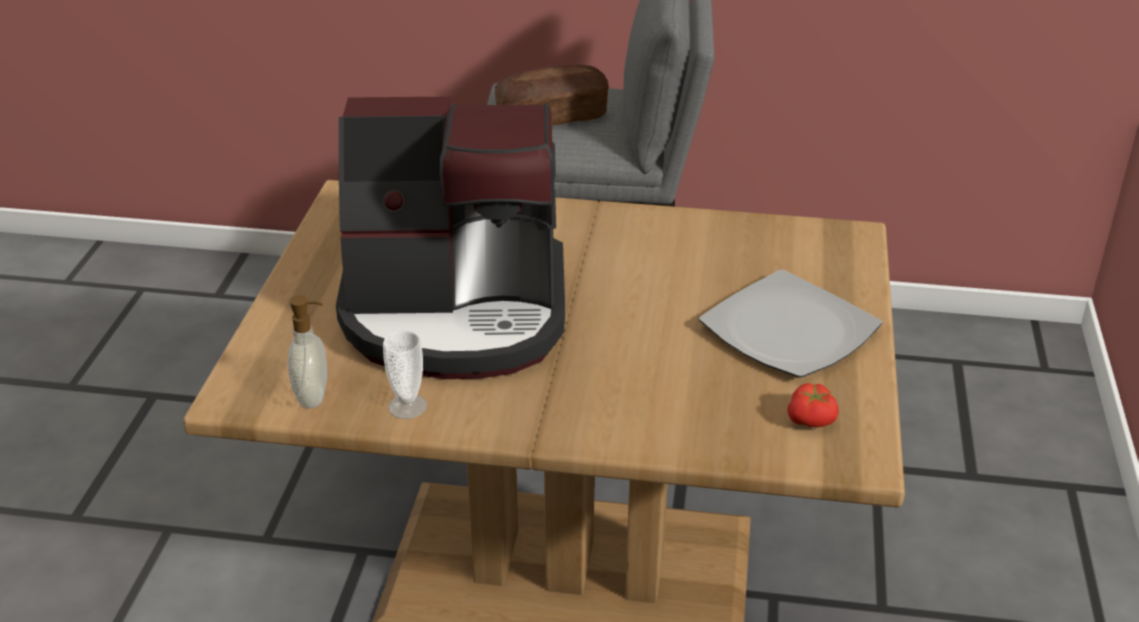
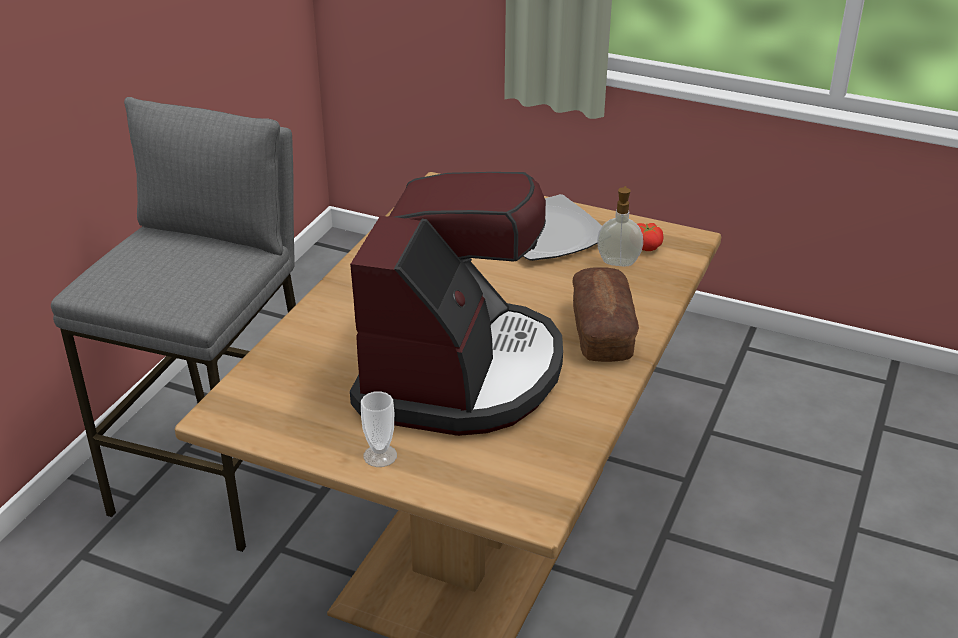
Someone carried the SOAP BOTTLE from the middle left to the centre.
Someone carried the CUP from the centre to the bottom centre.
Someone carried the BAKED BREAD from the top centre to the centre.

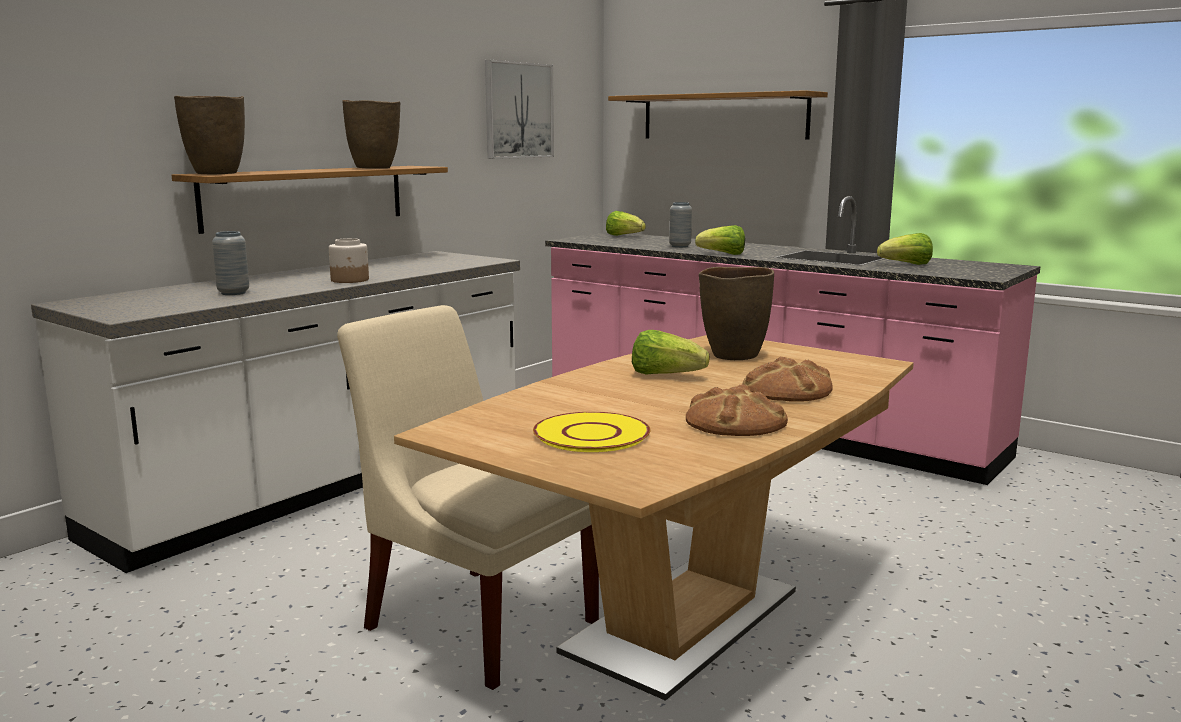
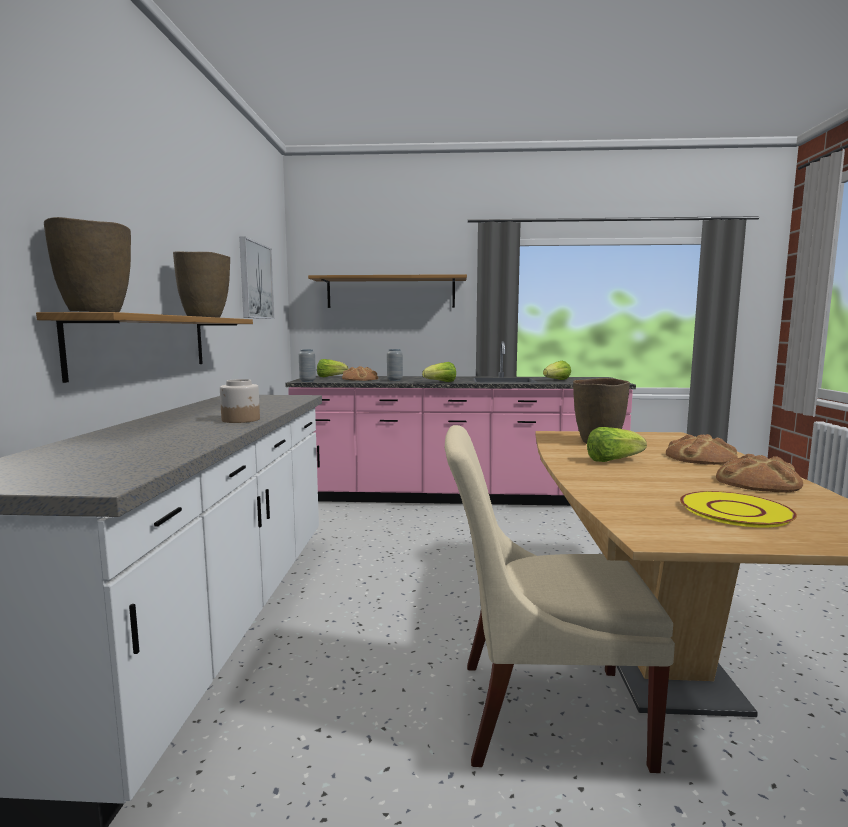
Someone carried the GRAY VASE (1st from left) from the middle left to the centre.
Someone put down the BAKED BREAD (1st from left) at the centre.

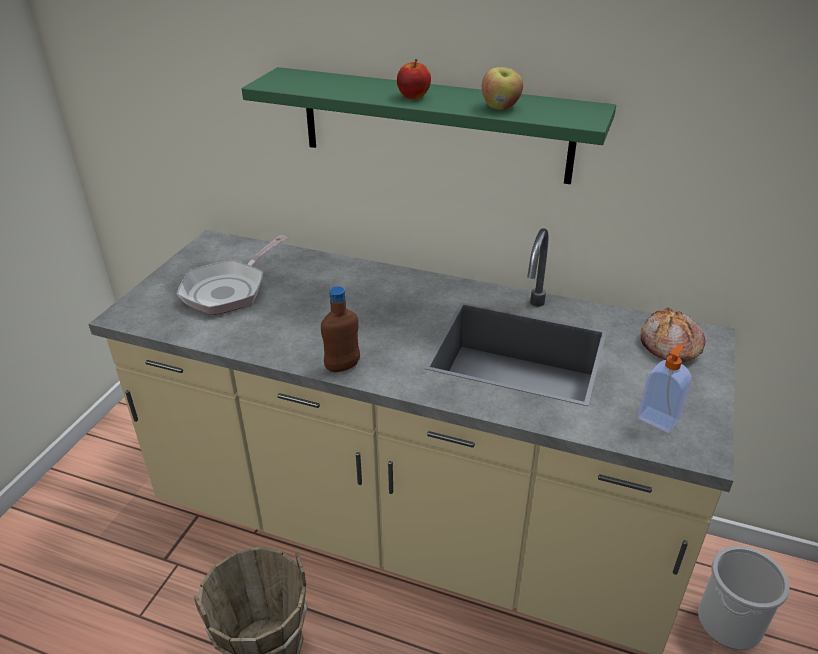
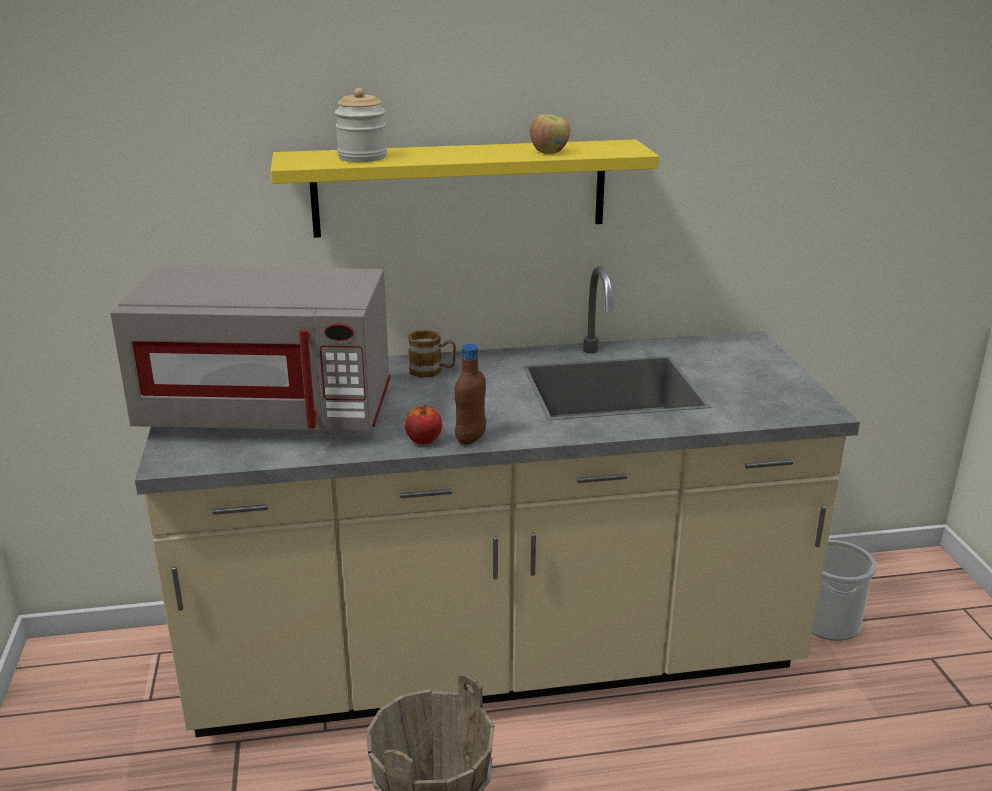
Someone swapped the PAN at the middle left for the GRAY KITCHEN MICROWAVE at the middle left.
Someone repainted the GREENISH BRACKET SHELF at the top centre, which became the YELLOW-COLOURED BRACKET SHELF at the top centre.
Someone carried the APPLE FRUIT (1st from left) from the top centre to the centre.
Someone took away the SOAP BOTTLE at the middle right.
Someone took away the BAKED BREAD at the middle right.
Someone put down the PRESERVE JAR at the top centre.
Someone put down the MUG at the centre.

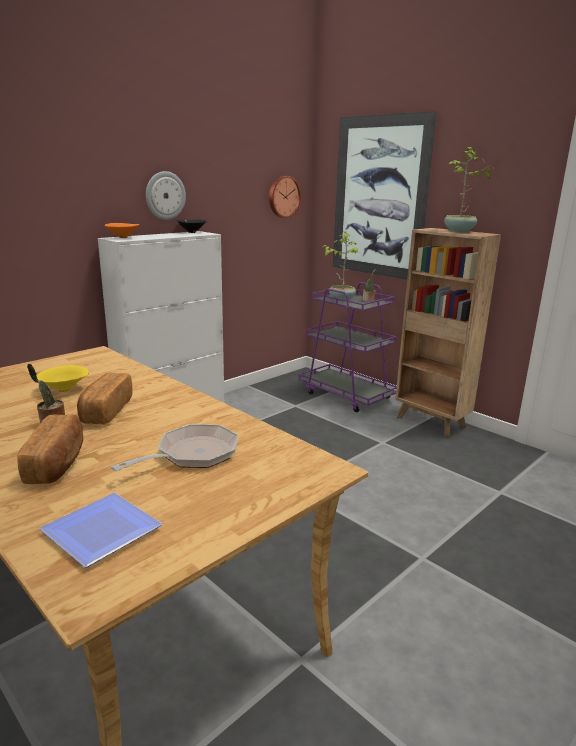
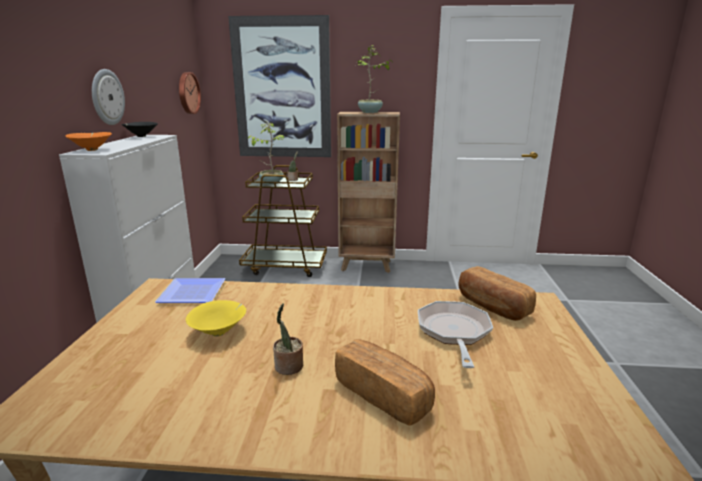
Someone carried the DINNER PLATE from the bottom left to the middle left.
Someone carried the BAKED BREAD (2nd from left) from the middle left to the middle right.
Someone repainted the PURPLE-COLOURED CART at the centre, which became the BROWN CART at the centre.

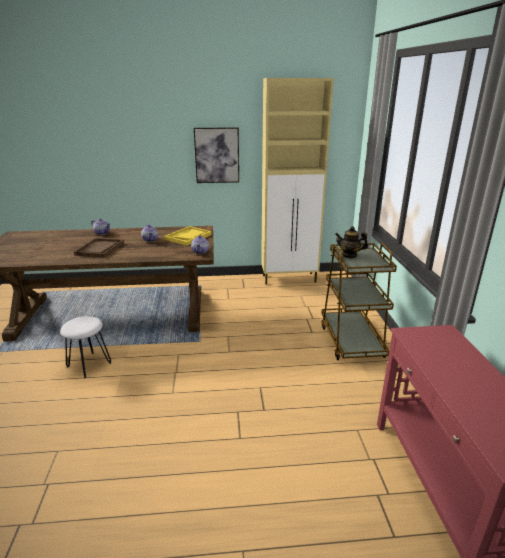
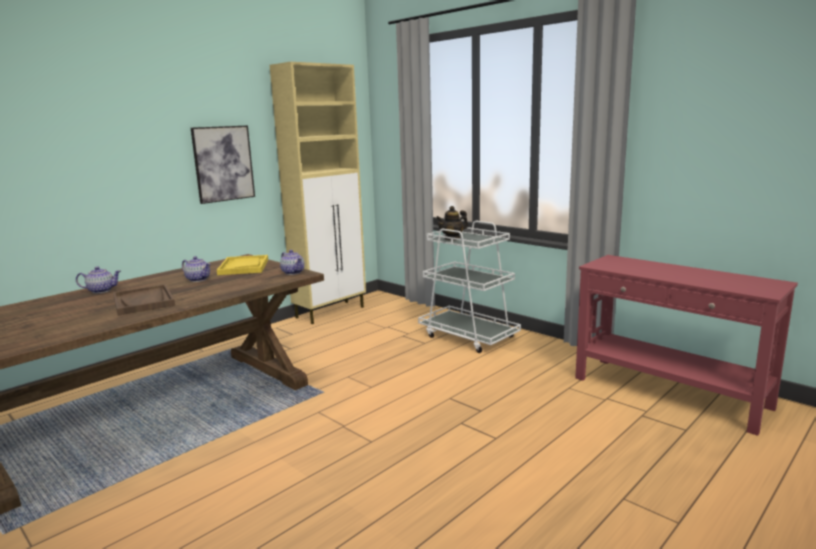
Someone took away the WHITE STOOL at the middle left.
Someone repainted the BROWN CART at the middle right, which became the WHITE CART at the centre.

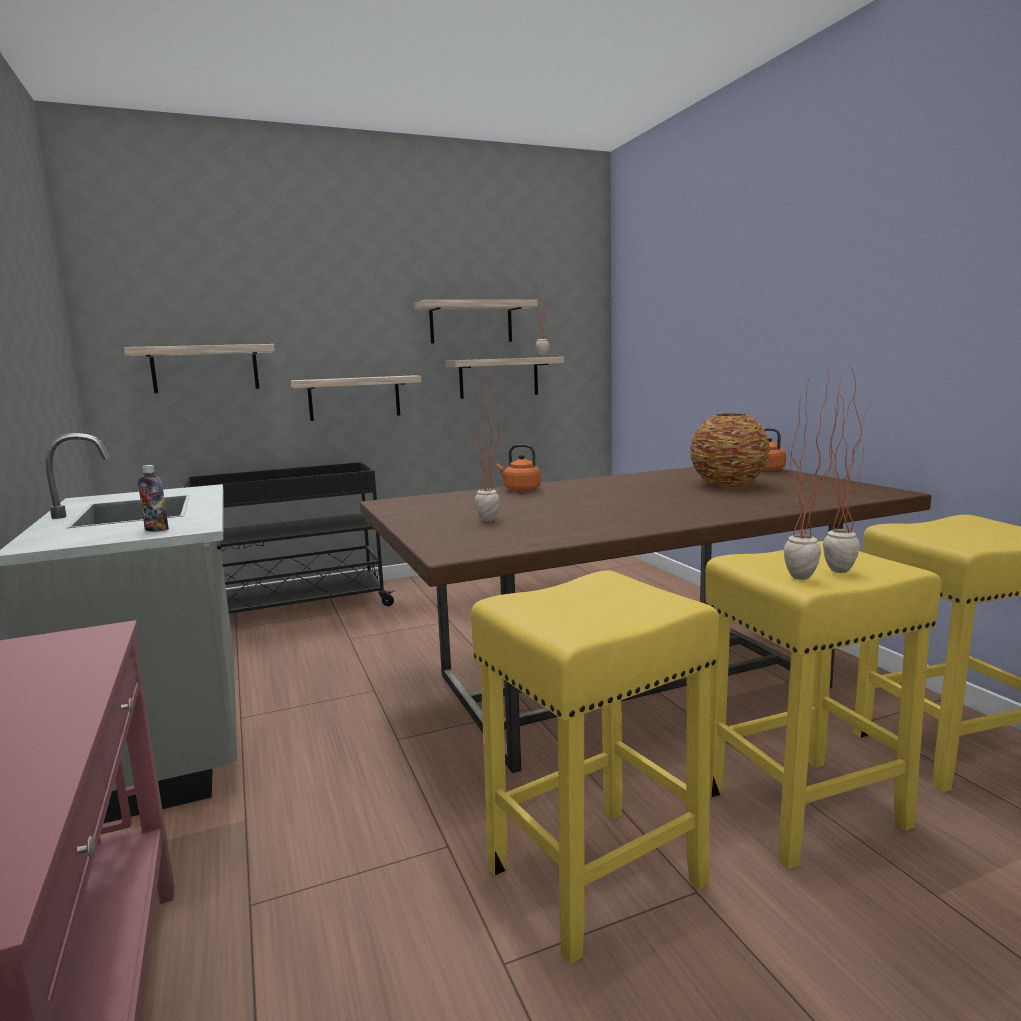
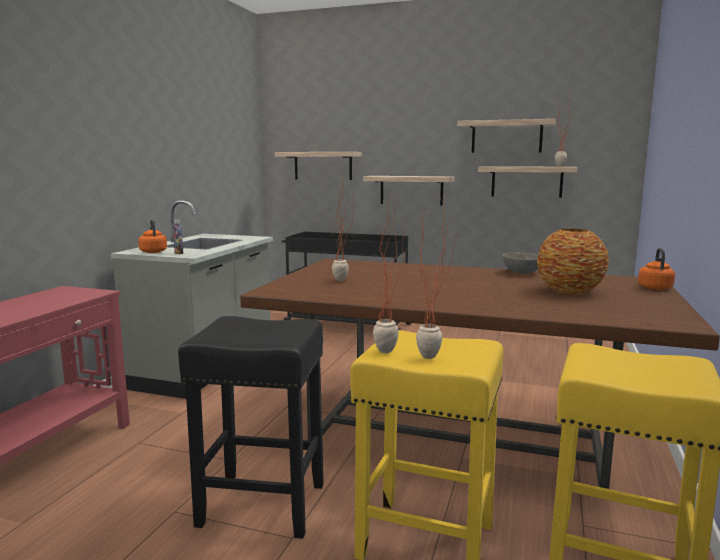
Someone repainted the YELLOW-COLOURED STOOL (1st from left) at the bottom centre, which became the BLACK STOOL at the bottom centre.
Someone carried the ORANGEY TEA KETTLE (1st from left) from the centre to the middle left.
Someone put down the GRAY DEEP DISH at the middle right.

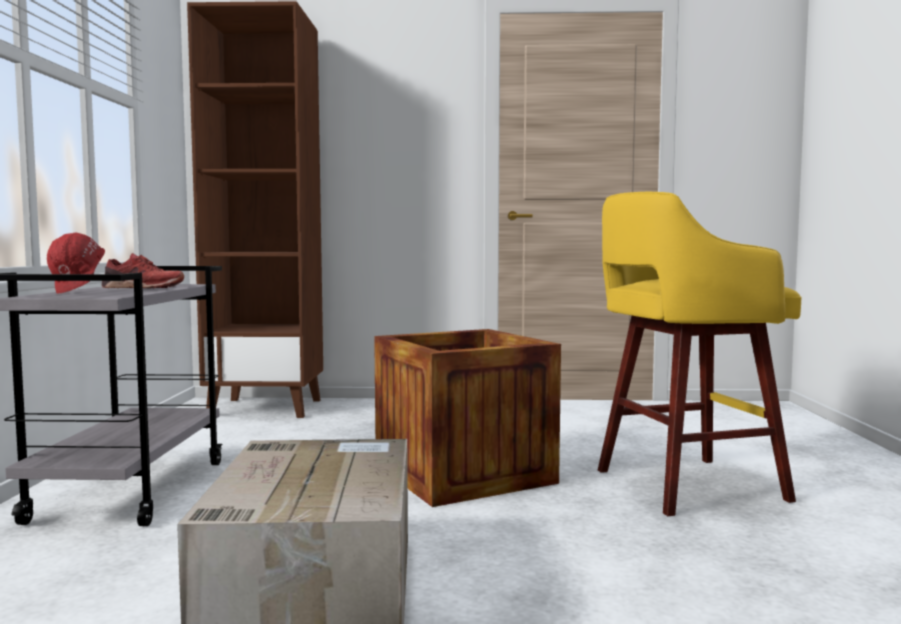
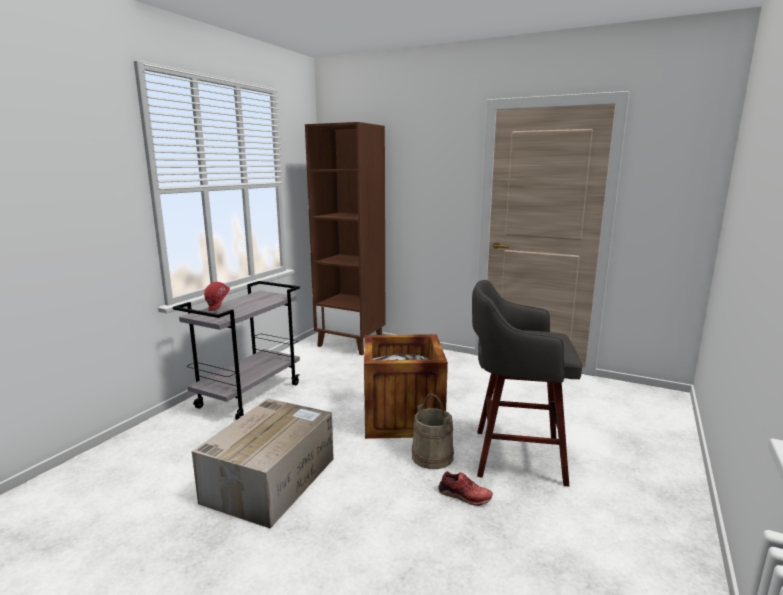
Someone carried the RED-COLOURED ITEM OF FOOTWEAR from the middle left to the bottom centre.
Someone repainted the YELLOW-COLOURED STOOL at the middle right, which became the GRAY STOOL at the middle right.
Someone put down the BEIGE-COLOURED BUCKET at the bottom centre.

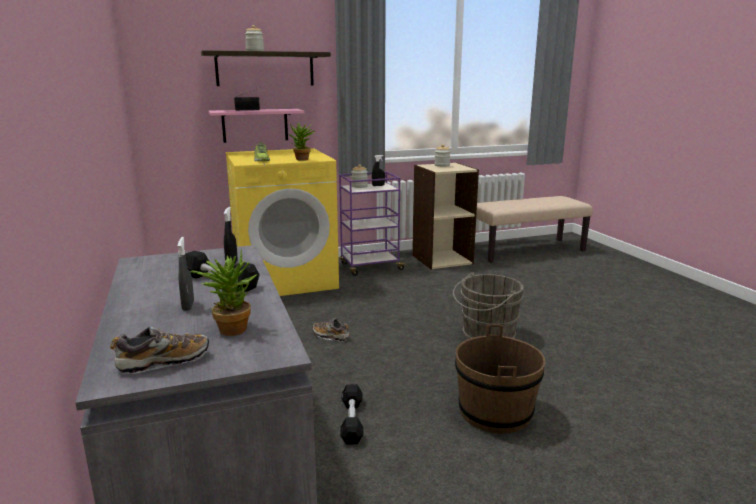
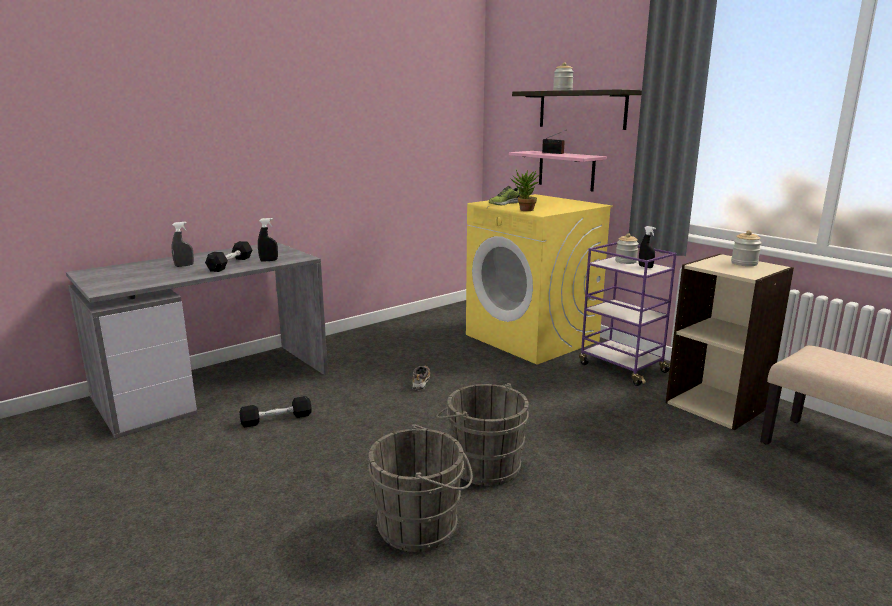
Someone took away the ITEM OF FOOTWEAR (1st from left) at the bottom left.
Someone took away the PLANT IN A POT (1st from left) at the middle left.
Someone took away the BROWN BUCKET at the bottom centre.
Someone put down the GRAY BUCKET (1st from left) at the bottom centre.

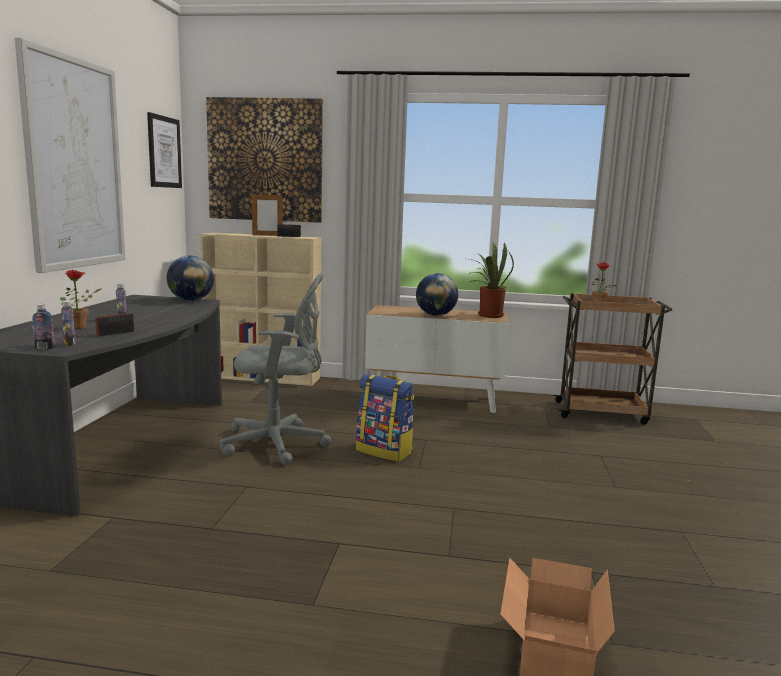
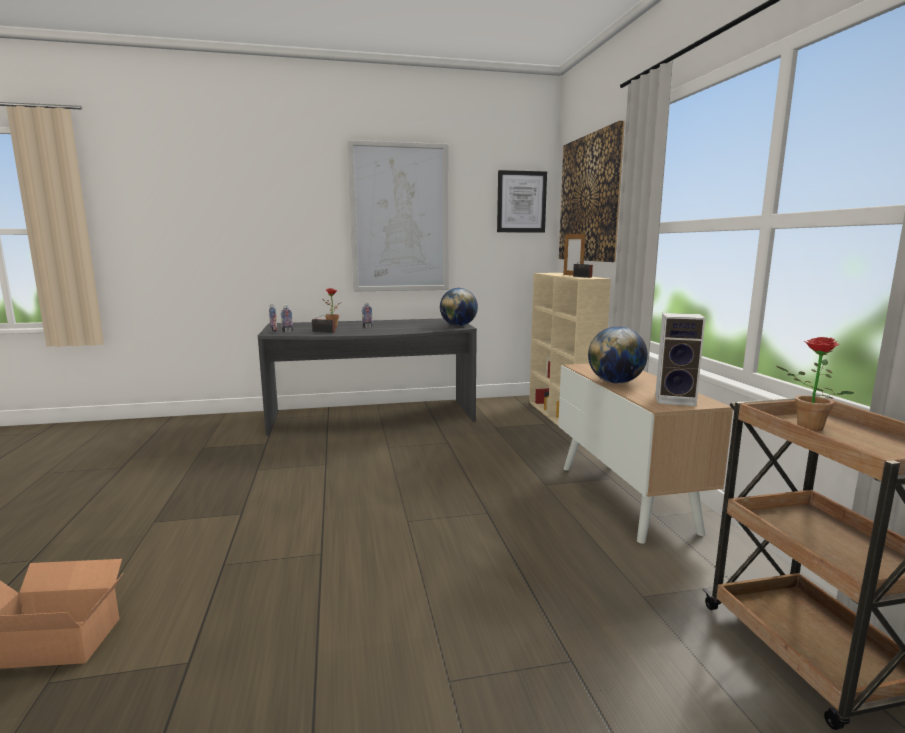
Someone took away the GRAY OFFICE CHAIR at the centre.
Someone took away the KNAPSACK at the centre.
Someone swapped the PLANT IN A POT (2nd from left) at the centre for the AUDIO SPEAKER at the middle right.

